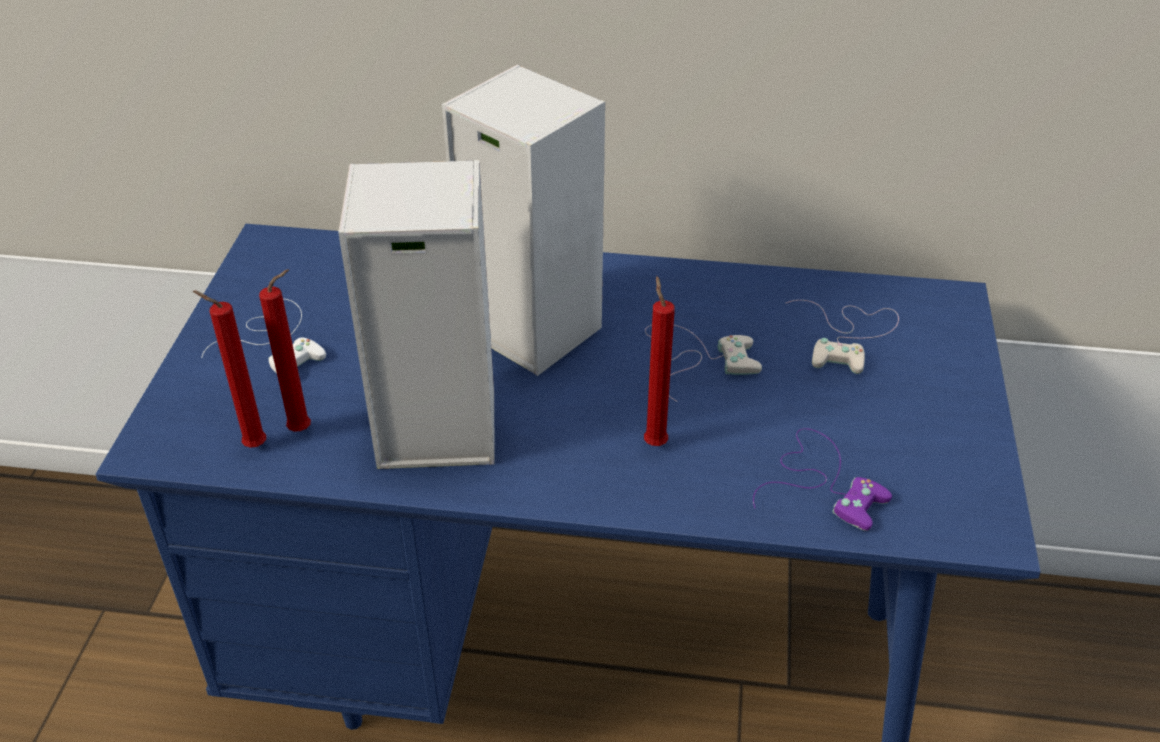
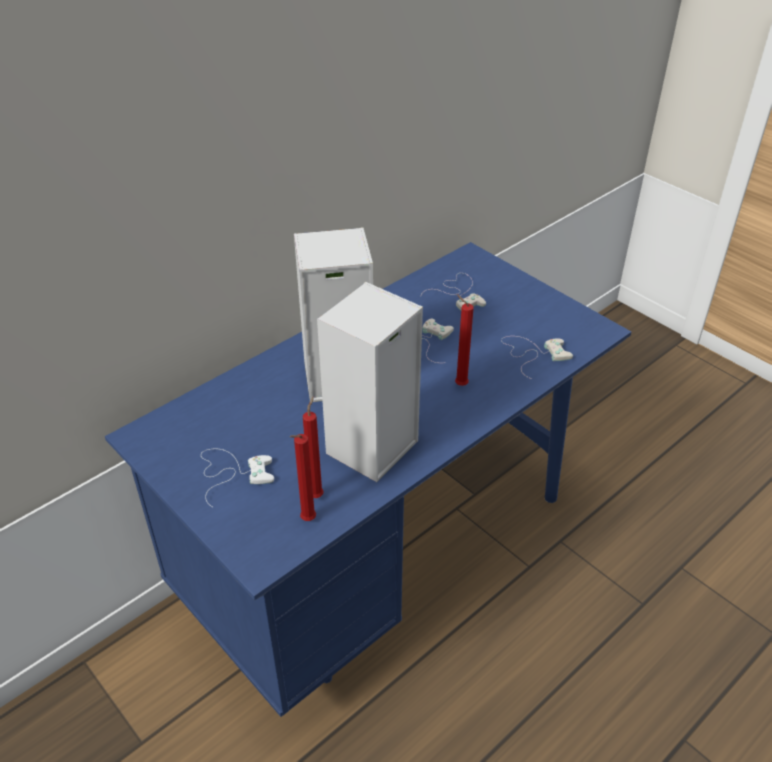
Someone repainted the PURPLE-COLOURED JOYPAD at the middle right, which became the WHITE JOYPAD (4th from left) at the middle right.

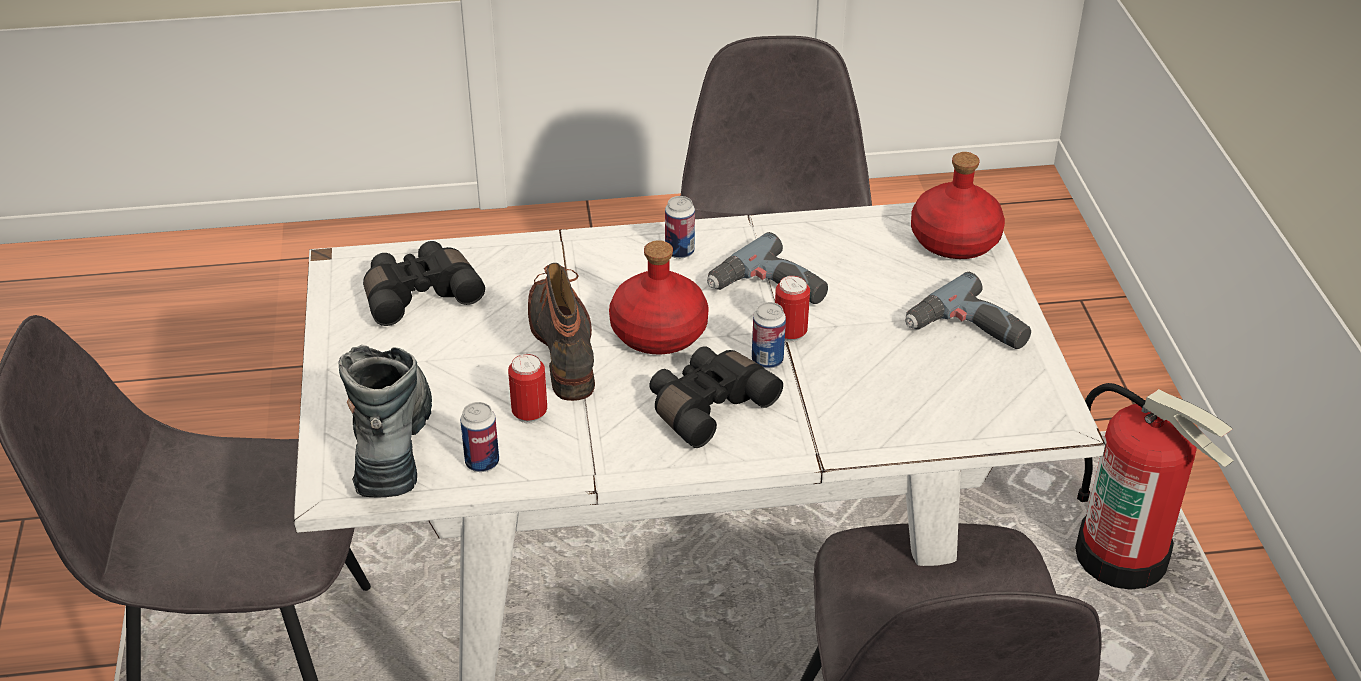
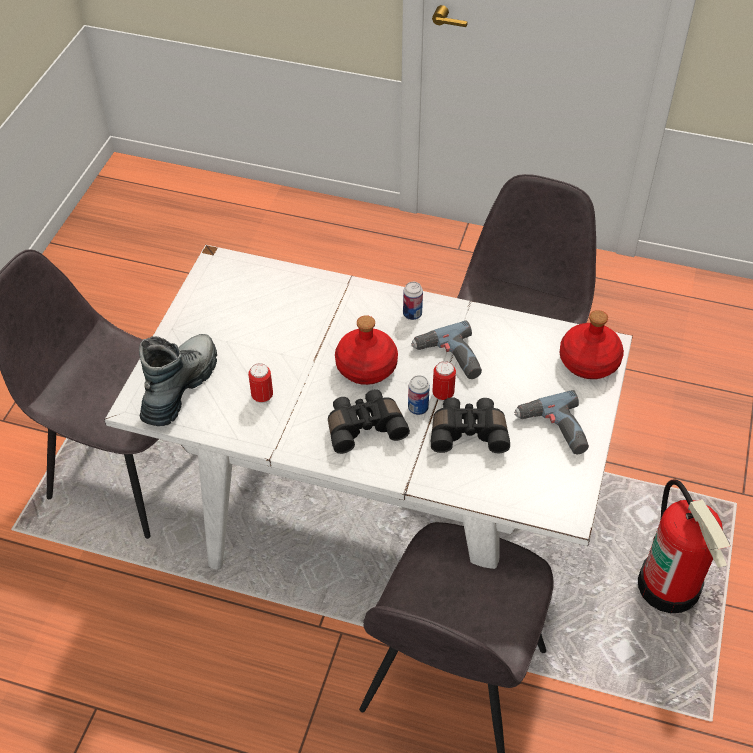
Someone carried the BLACK PAIR OF BINOCULARS (1st from left in the first image) from the middle left to the centre.
Someone took away the SEALED CAN (1st from left) at the centre.
Someone took away the TALL BOOT (2nd from left) at the centre.

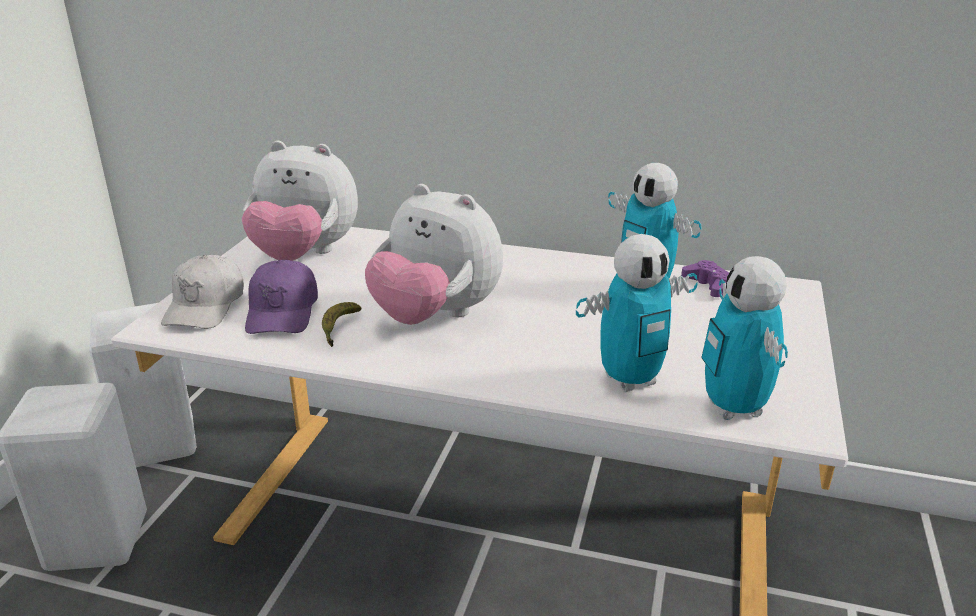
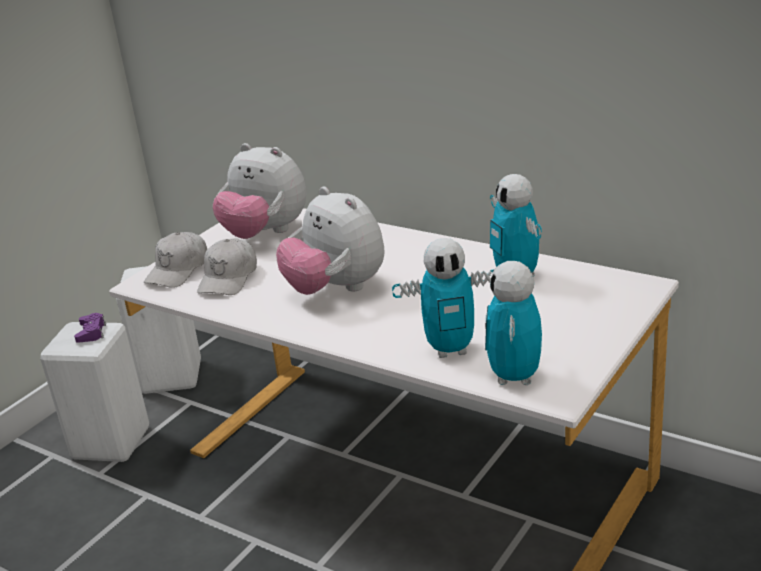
Someone repainted the PURPLE-COLOURED PEAKED CAP at the middle left, which became the WHITE PEAKED CAP (2nd from left) at the middle left.
Someone took away the BANANA at the centre.
Someone carried the PURPLE-COLOURED JOYPAD from the middle right to the middle left.

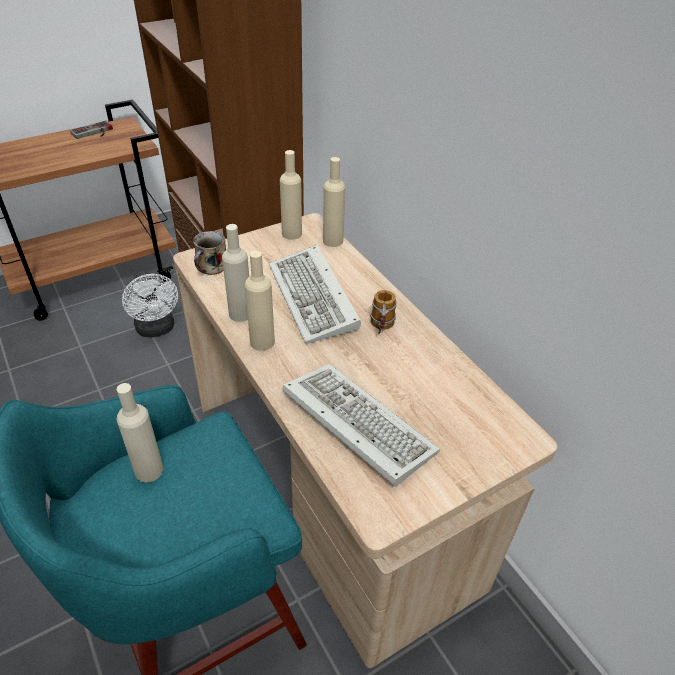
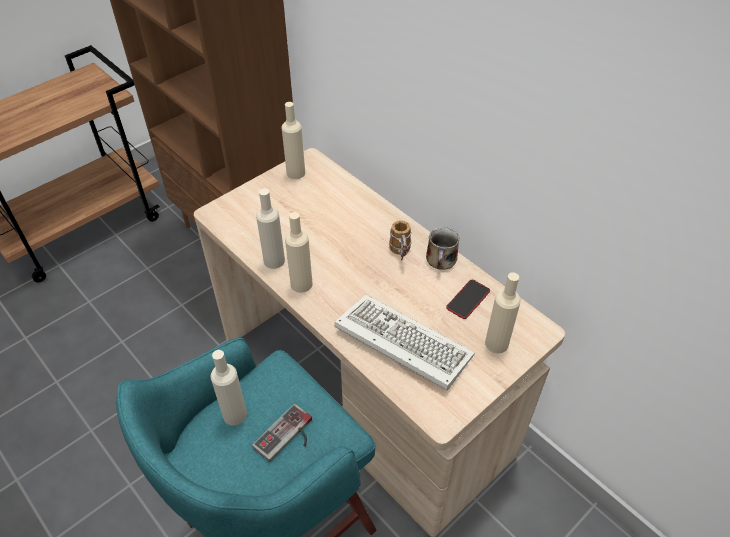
Someone carried the JOYPAD from the top left to the bottom centre.
Someone took away the WHITE COOLING FAN at the middle left.
Someone carried the MUG (1st from left in the first image) from the middle left to the centre.
Someone took away the KEYBOARD (1st from left) at the centre.
Someone carried the BEIGE-COLOURED DRINK BOTTLE (5th from left) from the top centre to the middle right.
Someone put down the TELEPHONE at the centre.

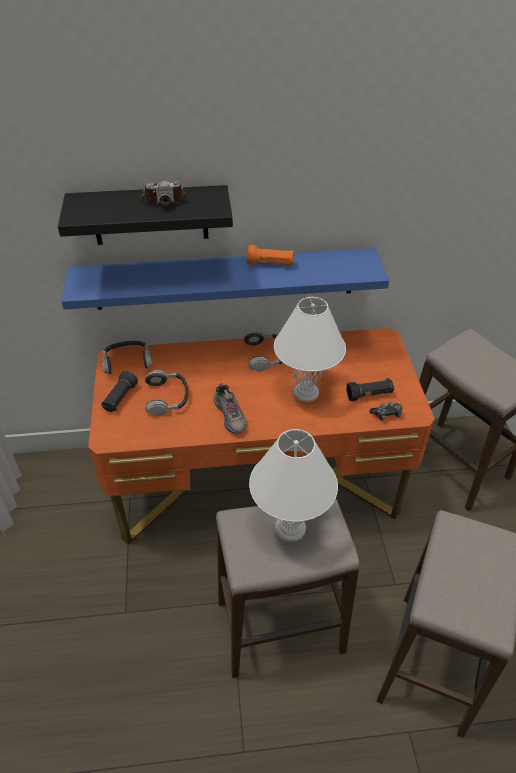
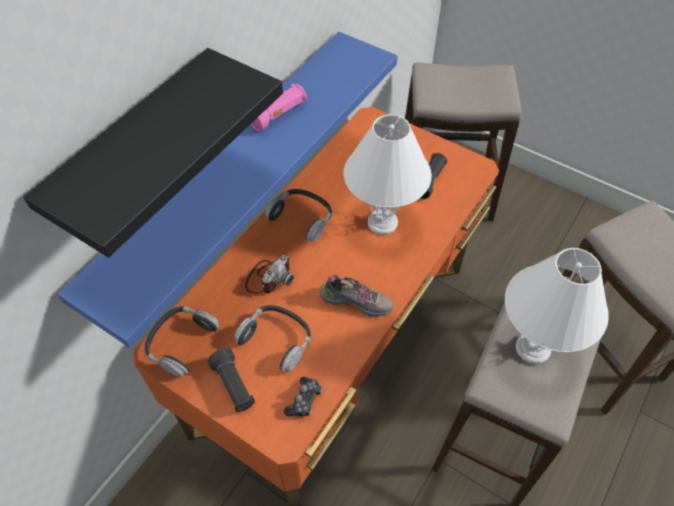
Someone carried the STILL CAMERA from the top left to the centre.
Someone repainted the ORANGEY TORCH at the top centre, which became the PINKISH TORCH at the top centre.
Someone carried the JOYPAD from the middle right to the bottom centre.

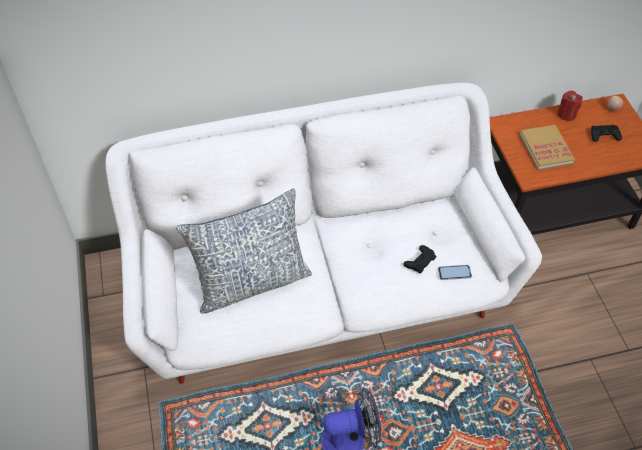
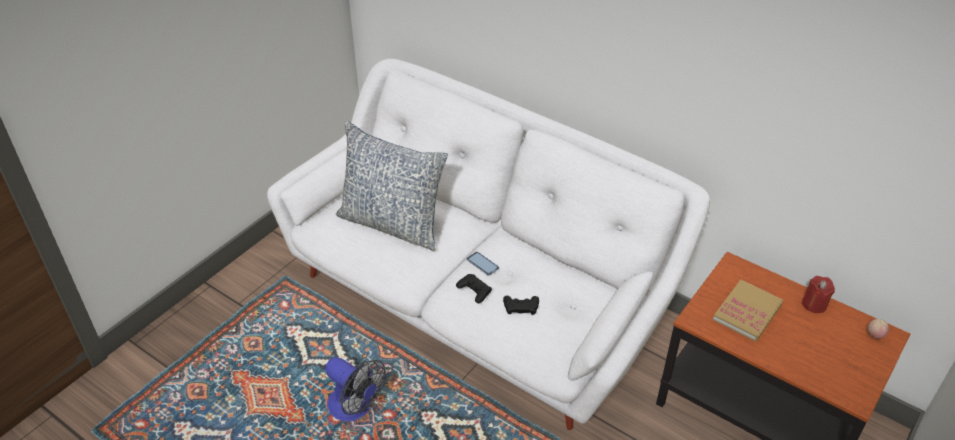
Someone carried the TELEPHONE from the middle right to the centre.
Someone carried the BLACK JOYPAD (2nd from left in the first image) from the top right to the centre.

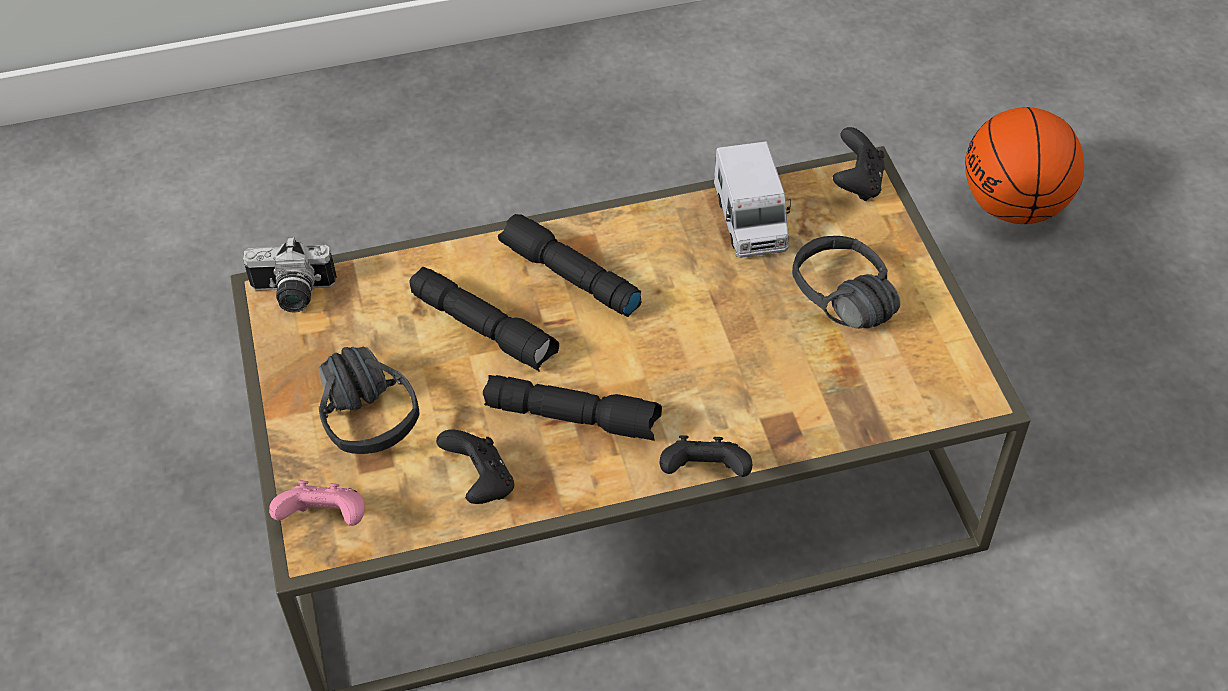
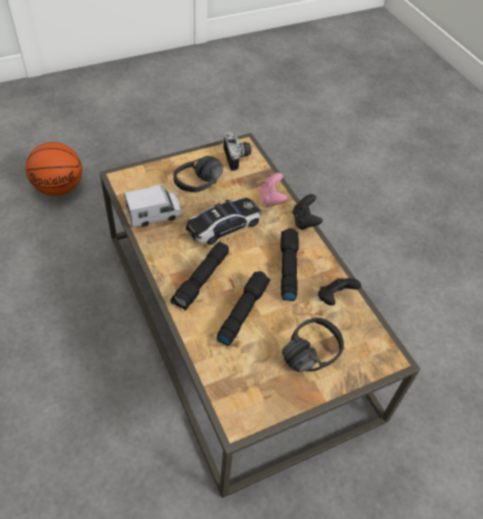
Someone carried the STILL CAMERA from the middle left to the top centre.
Someone carried the PINKISH JOYPAD from the bottom left to the centre.
Someone took away the BLACK JOYPAD (3rd from left) at the top right.
Someone put down the TOY CAR at the centre.

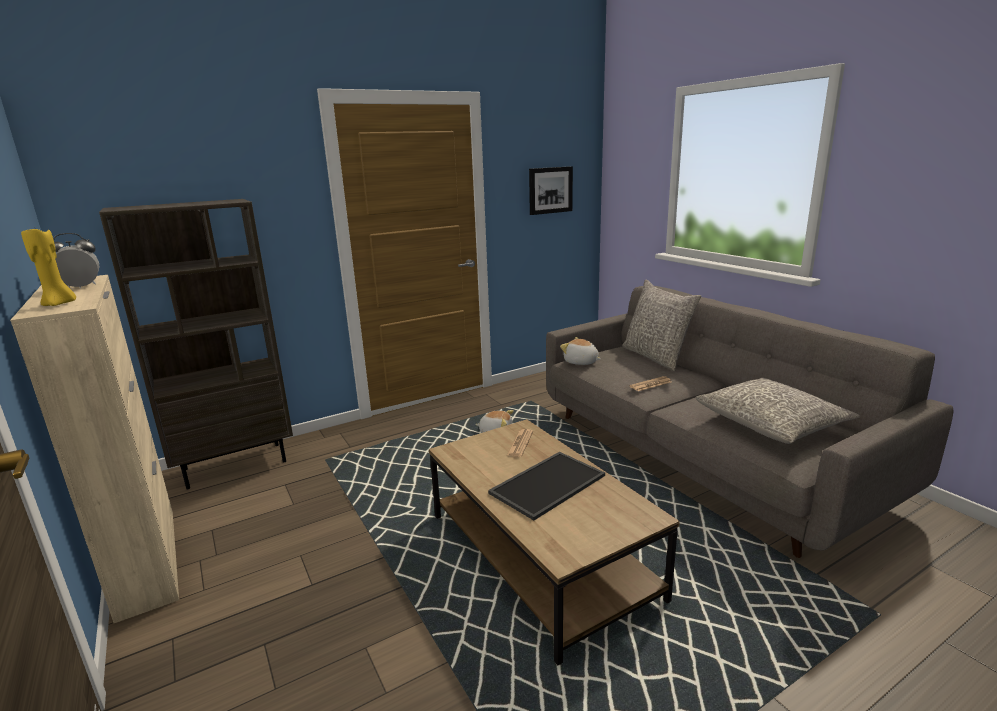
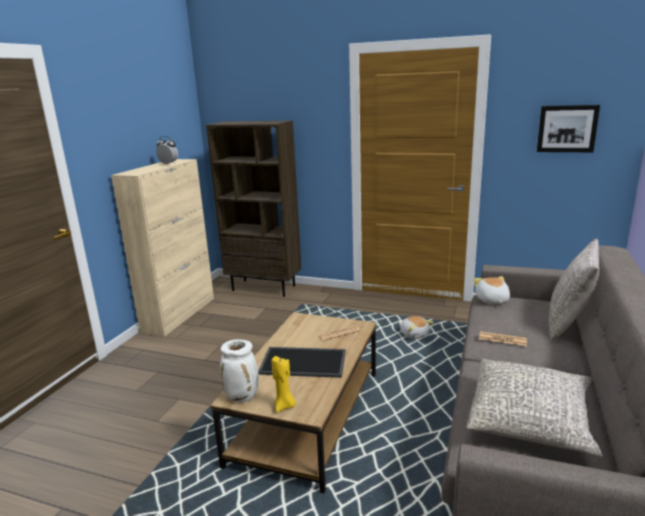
Someone carried the YELLOW-COLOURED CANDLE from the middle left to the bottom centre.
Someone put down the WHITE VASE at the bottom centre.

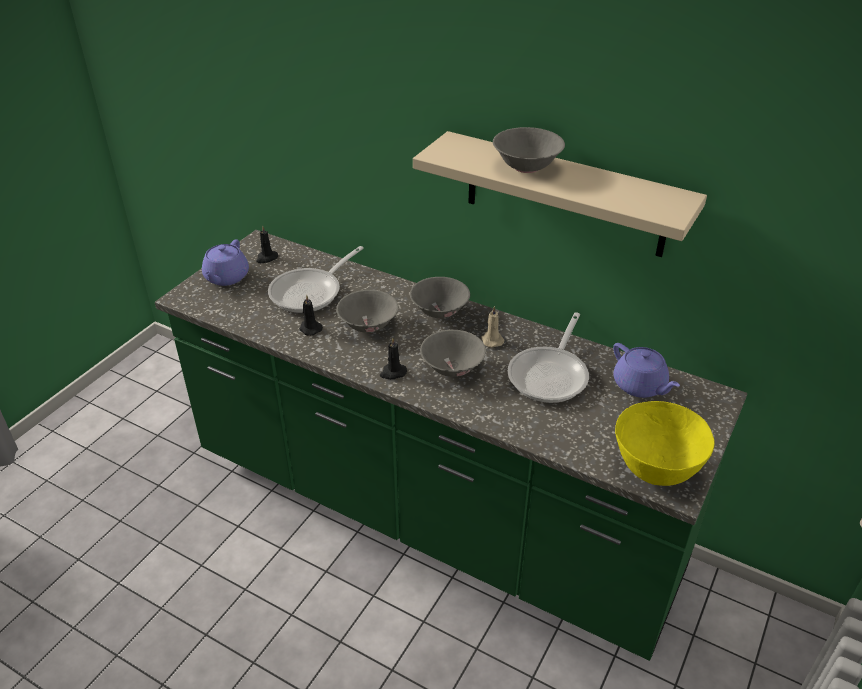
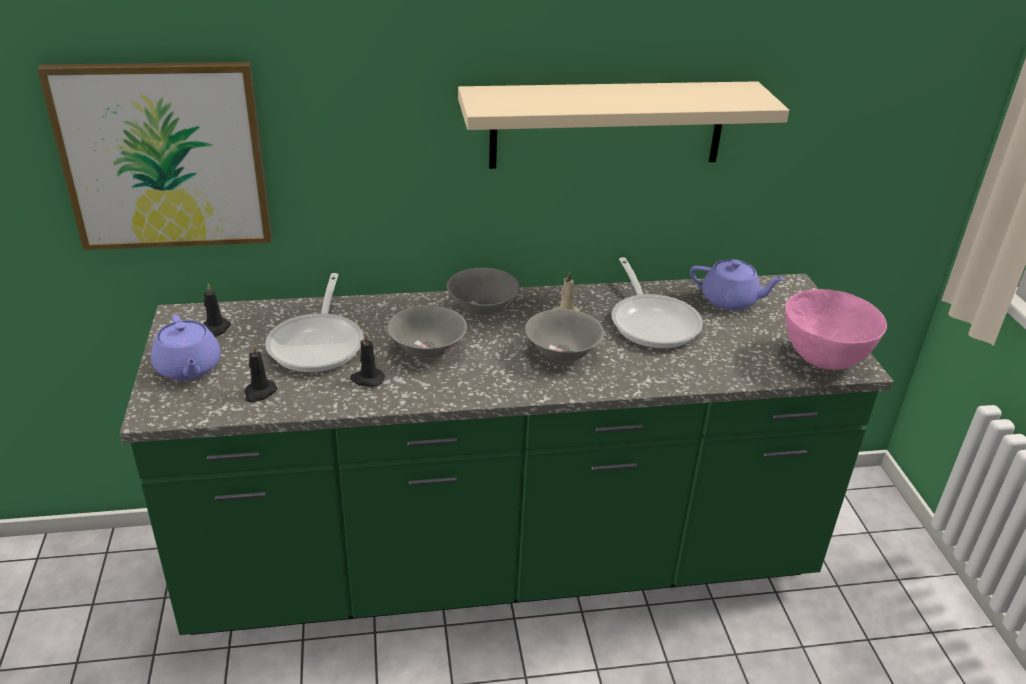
Someone carried the BLACK CANDLE (3rd from left in the first image) from the centre to the middle left.
Someone took away the GRAY DEEP DISH (4th from left) at the top centre.
Someone repainted the YELLOW-COLOURED DEEP DISH at the middle right, which became the PINKISH DEEP DISH at the middle right.
Someone put up the PICTURE at the top left.

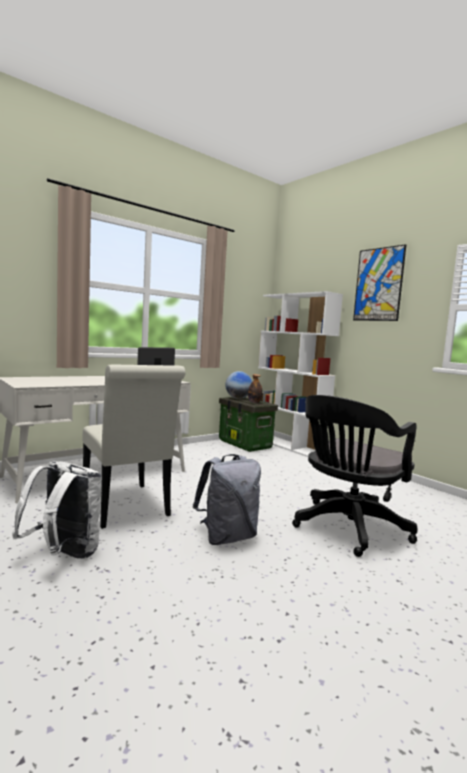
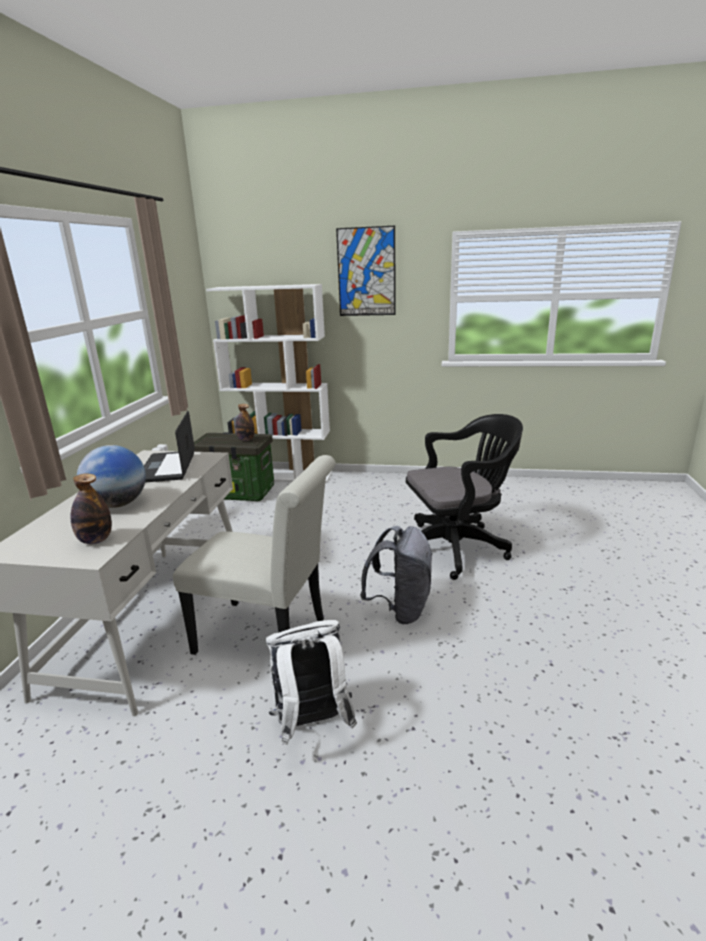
Someone carried the GLOBE from the centre to the middle left.
Someone rotated the BLACK OFFICE CHAIR at the middle right by 105 degrees counterclockwise.
Someone put down the DRINK BOTTLE (1st from left) at the middle left.

